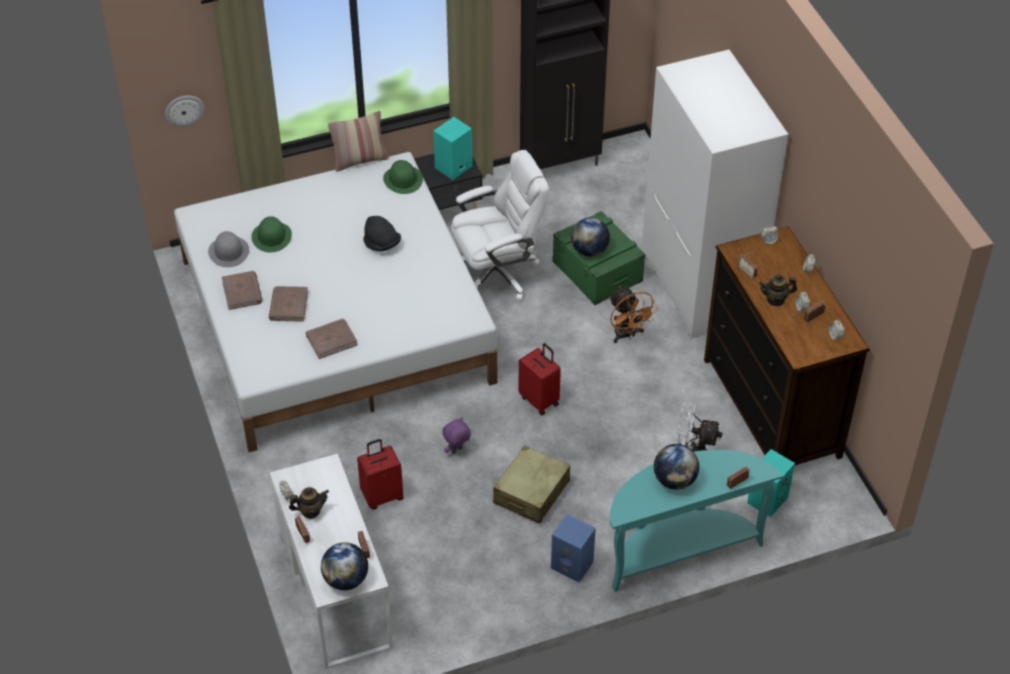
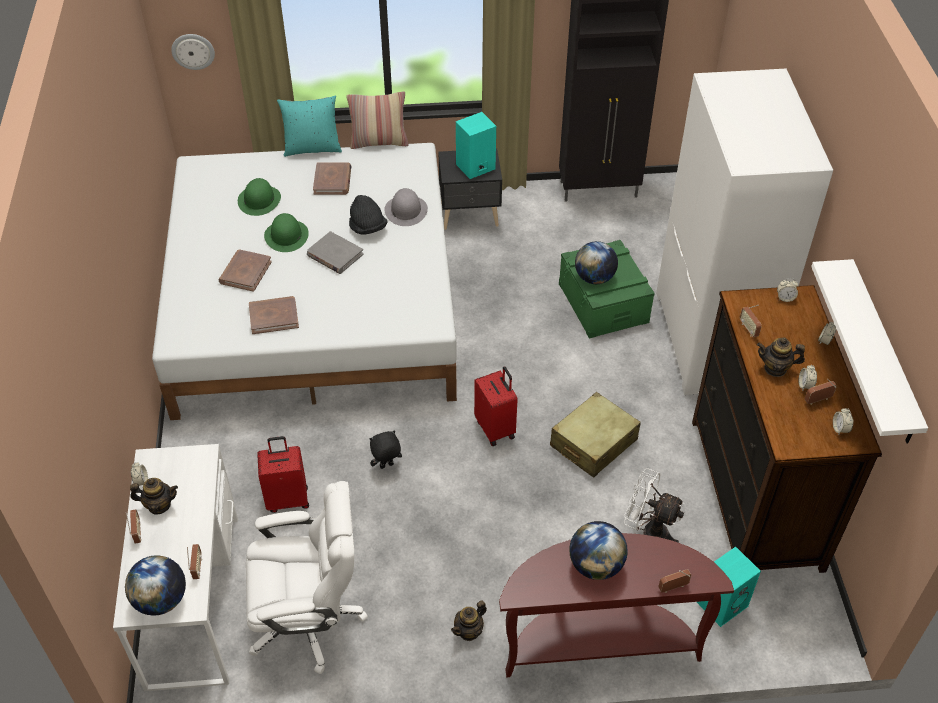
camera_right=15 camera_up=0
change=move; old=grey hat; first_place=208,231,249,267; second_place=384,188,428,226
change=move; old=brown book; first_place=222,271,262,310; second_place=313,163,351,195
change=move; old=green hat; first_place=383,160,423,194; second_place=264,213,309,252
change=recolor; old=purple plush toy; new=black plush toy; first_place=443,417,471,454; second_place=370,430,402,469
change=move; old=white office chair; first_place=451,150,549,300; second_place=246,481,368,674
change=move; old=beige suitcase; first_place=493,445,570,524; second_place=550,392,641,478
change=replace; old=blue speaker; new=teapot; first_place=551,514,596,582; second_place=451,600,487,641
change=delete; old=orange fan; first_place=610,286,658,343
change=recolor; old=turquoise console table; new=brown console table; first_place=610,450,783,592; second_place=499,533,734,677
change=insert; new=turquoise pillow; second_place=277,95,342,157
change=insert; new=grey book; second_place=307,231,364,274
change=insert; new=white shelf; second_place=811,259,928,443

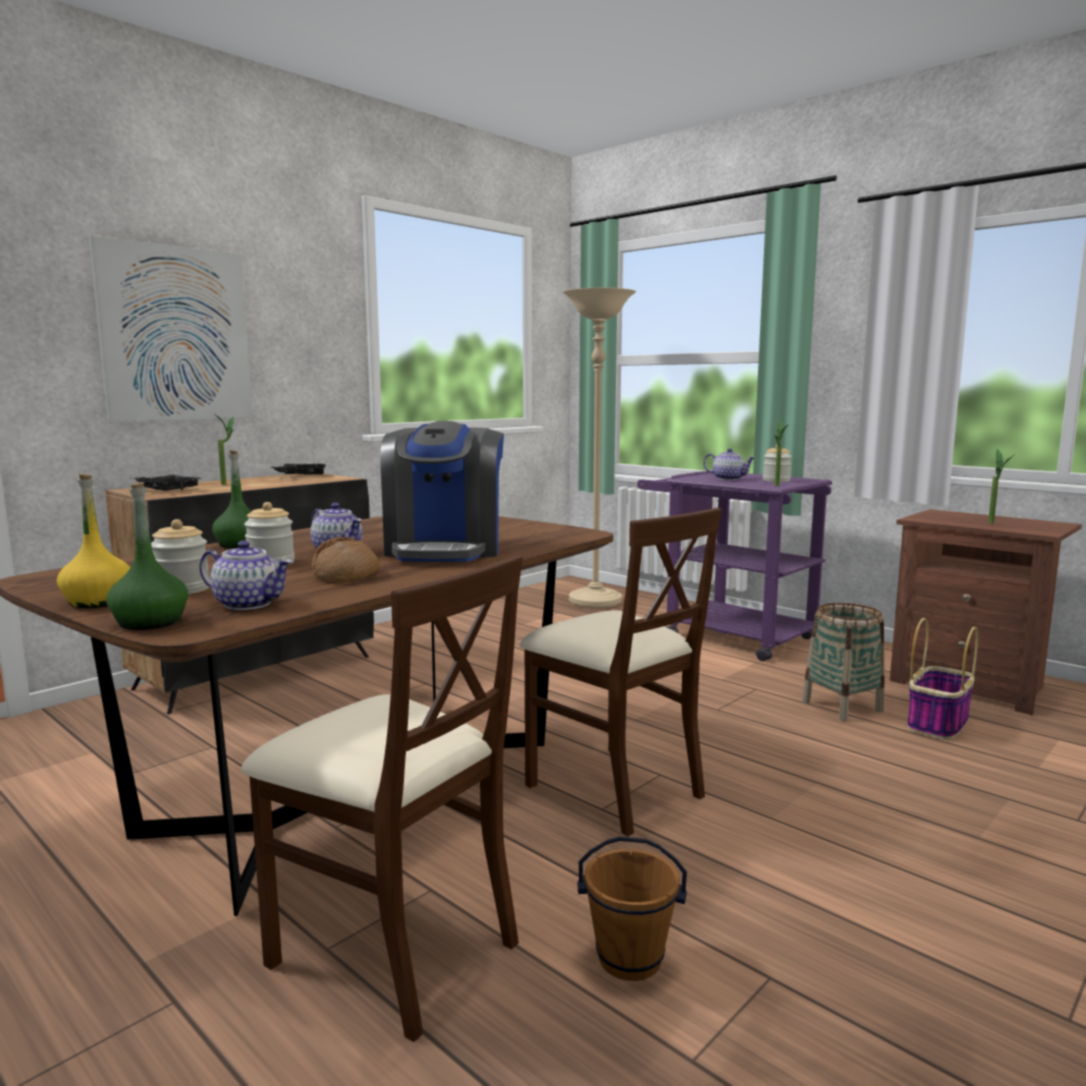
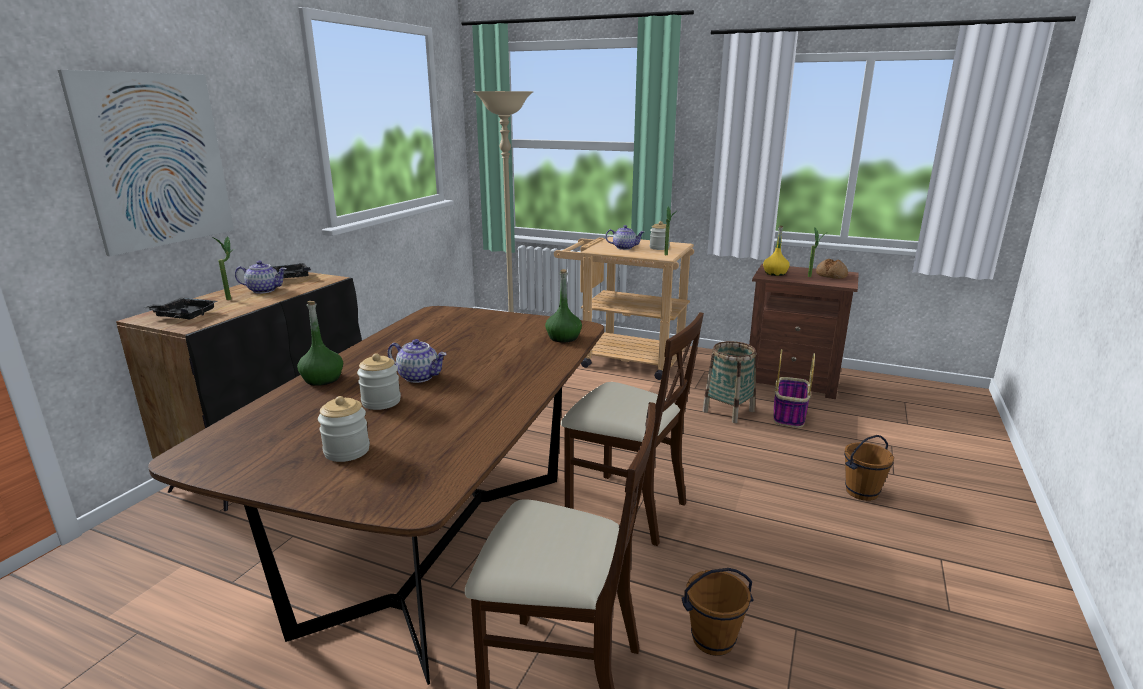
camera_right=-20 camera_up=10
change=move; old=yellow bottle; first_place=57,474,130,608; second_place=763,225,790,276
change=move; old=green bottle; first_place=106,482,188,630; second_place=545,269,582,343
change=move; old=teapot; first_place=199,540,292,610; second_place=235,261,287,294
change=move; old=bread; first_place=312,537,380,582; second_place=816,259,848,279
change=delete; old=coffee machine; first_place=380,421,504,562
change=recolor; old=purple cart; new=beige cart; first_place=637,471,832,661; second_place=554,237,694,380
change=insert; new=brown bucket; second_place=844,435,894,501

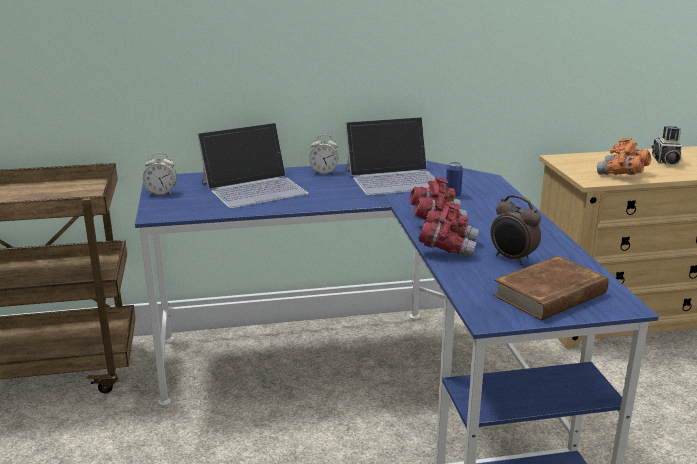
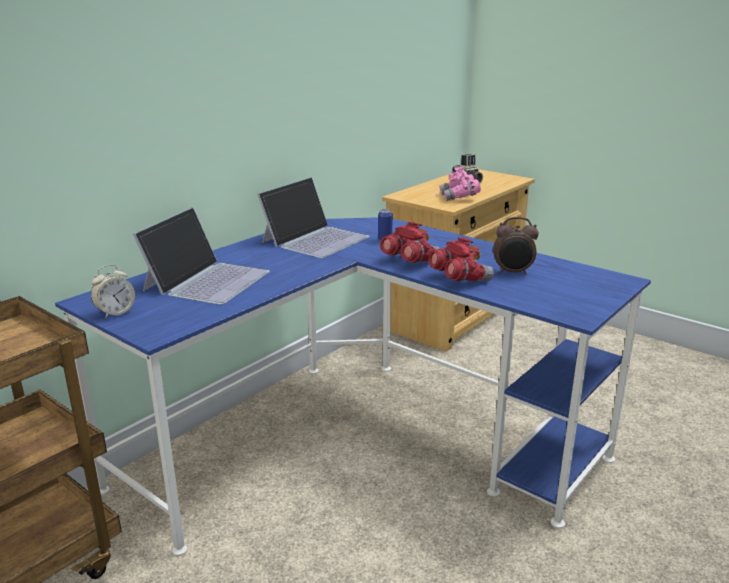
camera_right=-40 camera_up=0
change=delete; old=alarm clock; first_place=309,135,339,174
change=delete; old=brown book; first_place=493,256,609,321
change=recolor; old=orange binoculars; new=pink binoculars; first_place=597,138,651,175; second_place=439,167,481,201

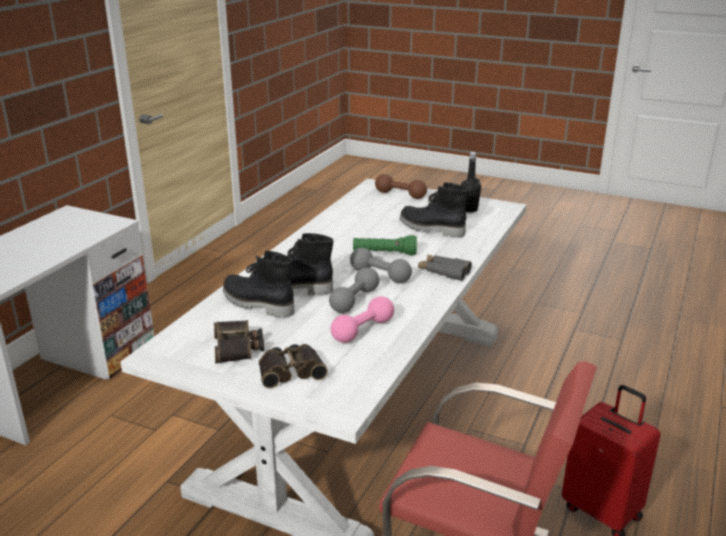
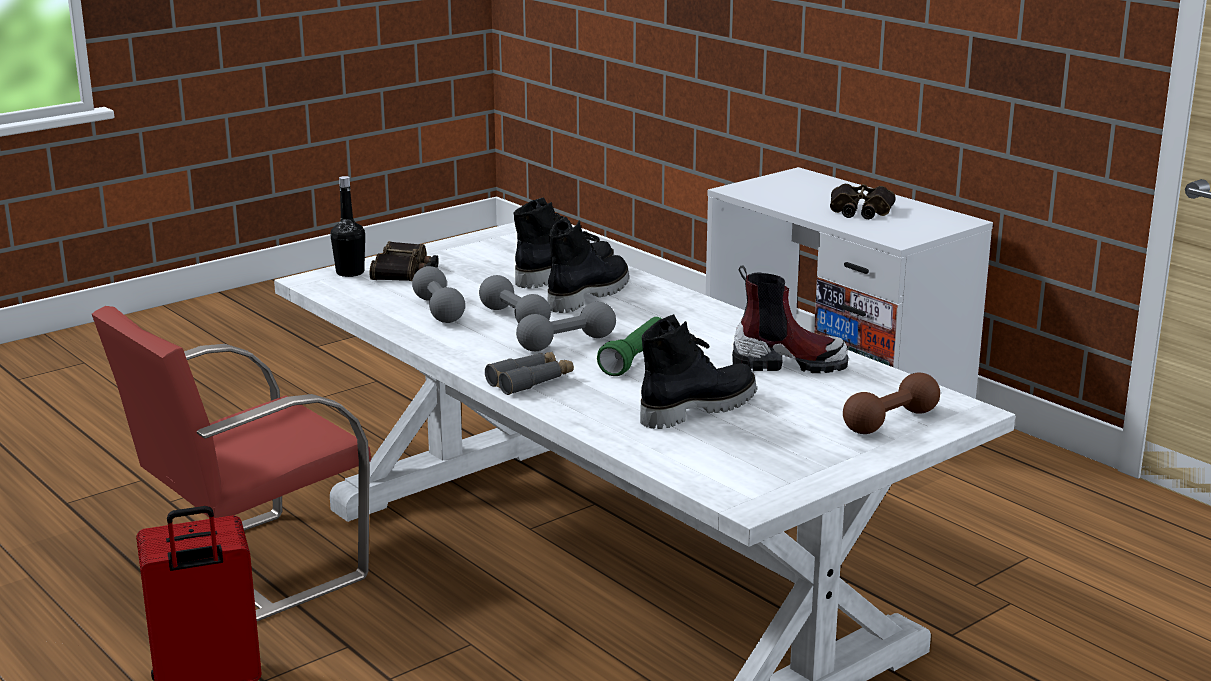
camera_right=115 camera_up=-5
change=move; old=binoculars; first_place=214,320,264,363; second_place=830,184,896,219
change=recolor; old=pink dumbbell; new=grey dumbbell; first_place=331,296,394,343; second_place=412,266,465,323
change=move; old=black bottle; first_place=461,152,481,213; second_place=331,176,365,277
change=insert; new=boot; second_place=732,266,849,373

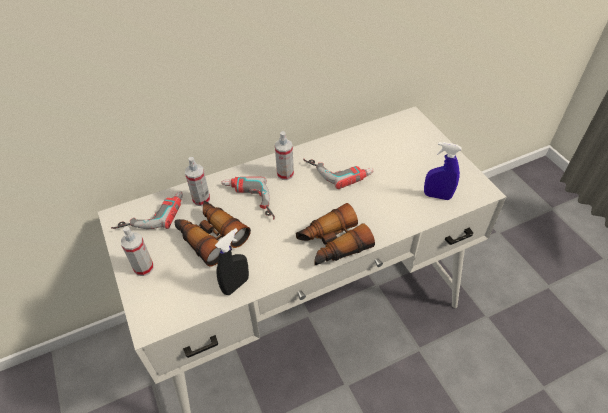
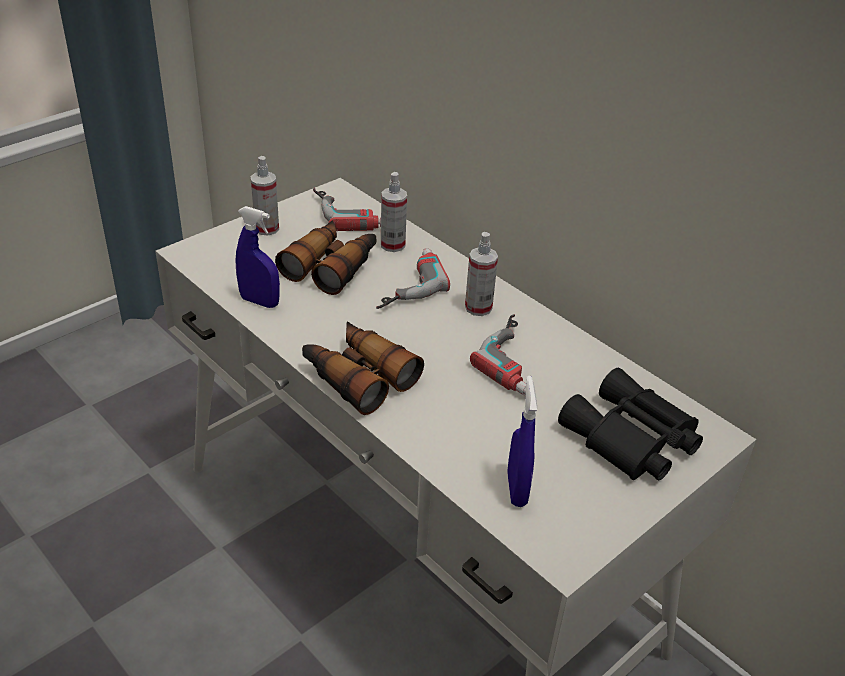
camera_right=70 camera_up=-10
change=recolor; old=black spray bottle; new=blue spray bottle; first_place=215,228,249,295; second_place=235,206,280,308
change=insert; new=black binoculars; second_place=558,368,703,480

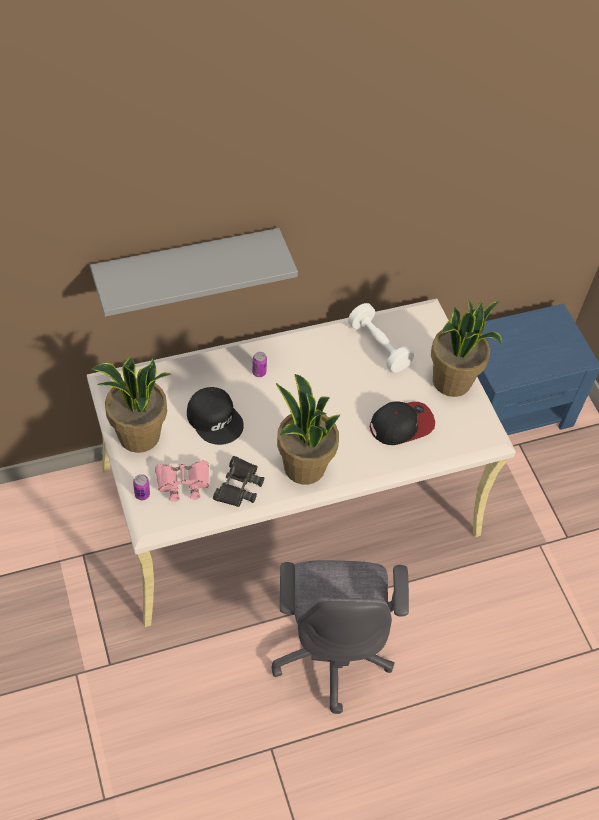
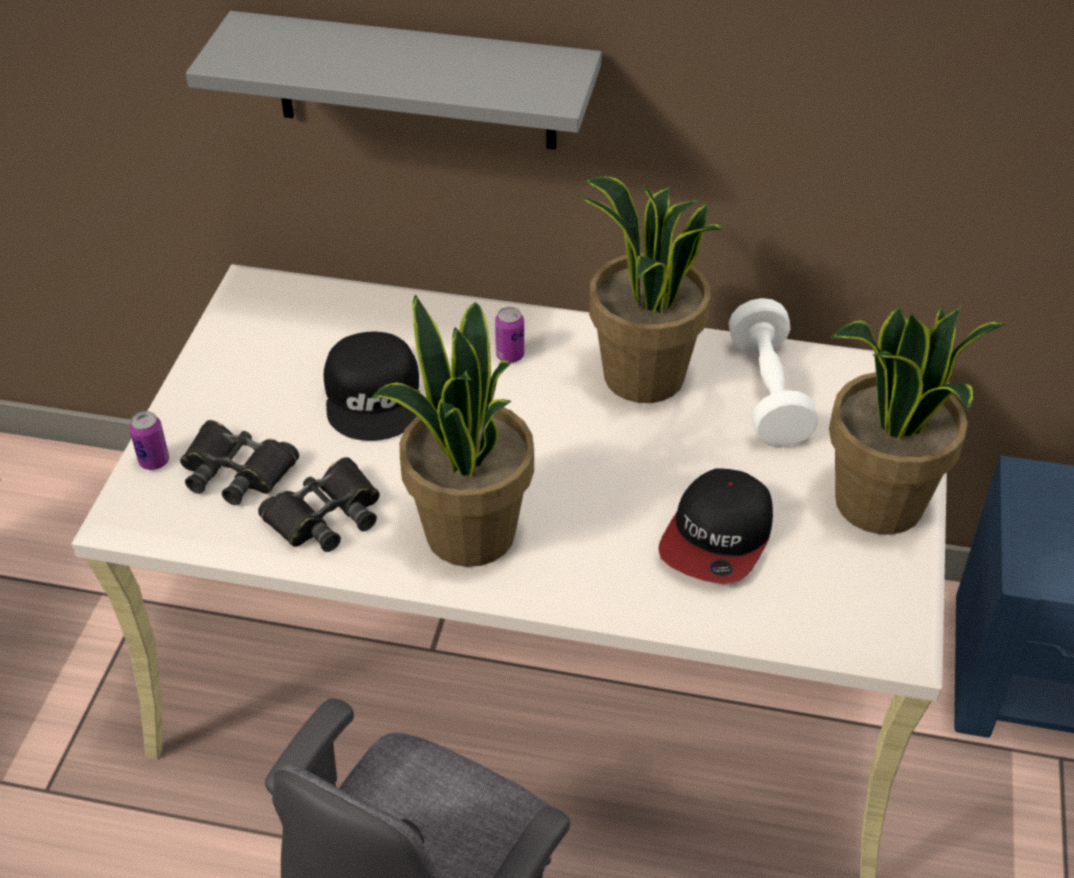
camera_right=35 camera_up=-10
change=move; old=potted plant; first_place=91,356,171,453; second_place=577,177,724,403
change=recolor; old=pink binoculars; new=black binoculars; first_place=155,460,209,502; second_place=180,420,299,505
change=rotate; old=cap; first_place=370,401,435,445; second_place=658,468,773,584; degrees=105

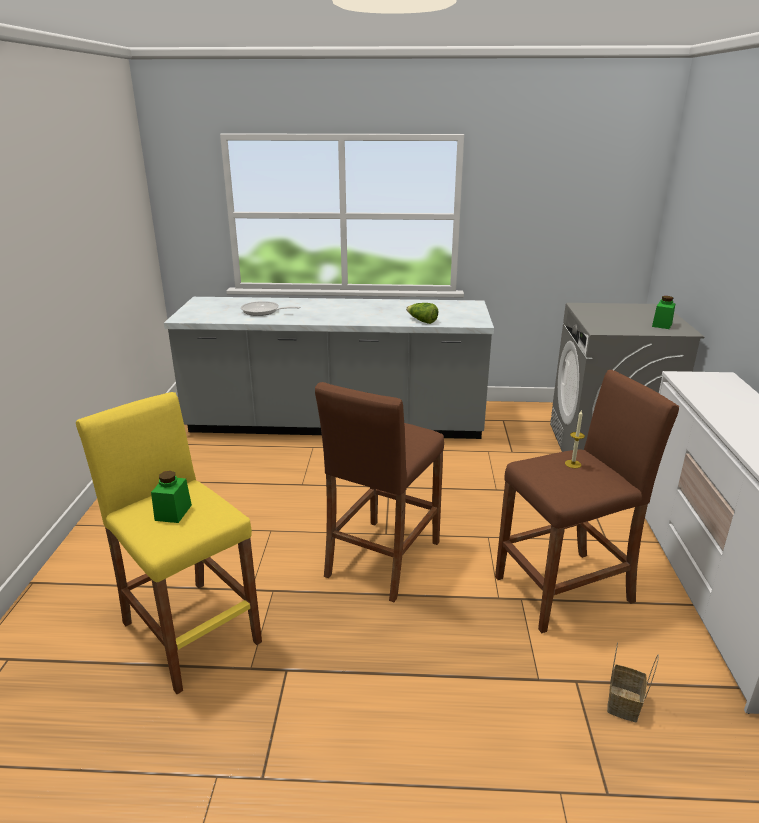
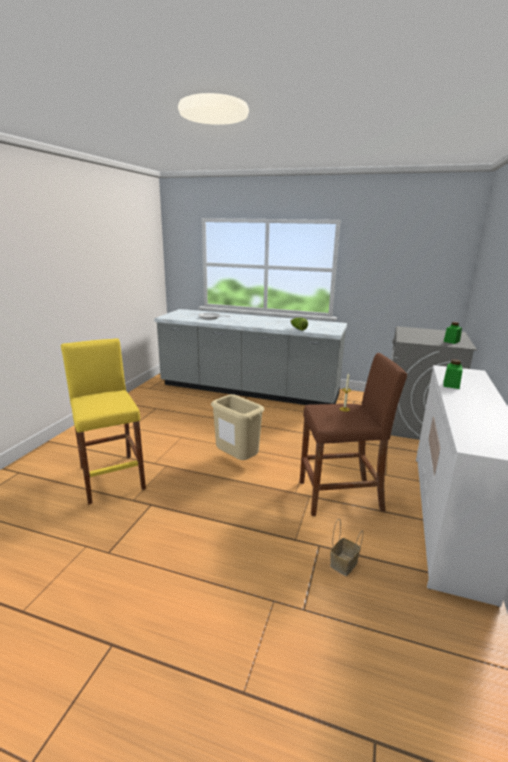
camera_right=15 camera_up=-5
change=move; old=green jar; first_place=151,471,192,523; second_place=443,359,463,389
change=replace; old=brown stool; new=beige trash can; first_place=315,382,444,602; second_place=211,394,264,460

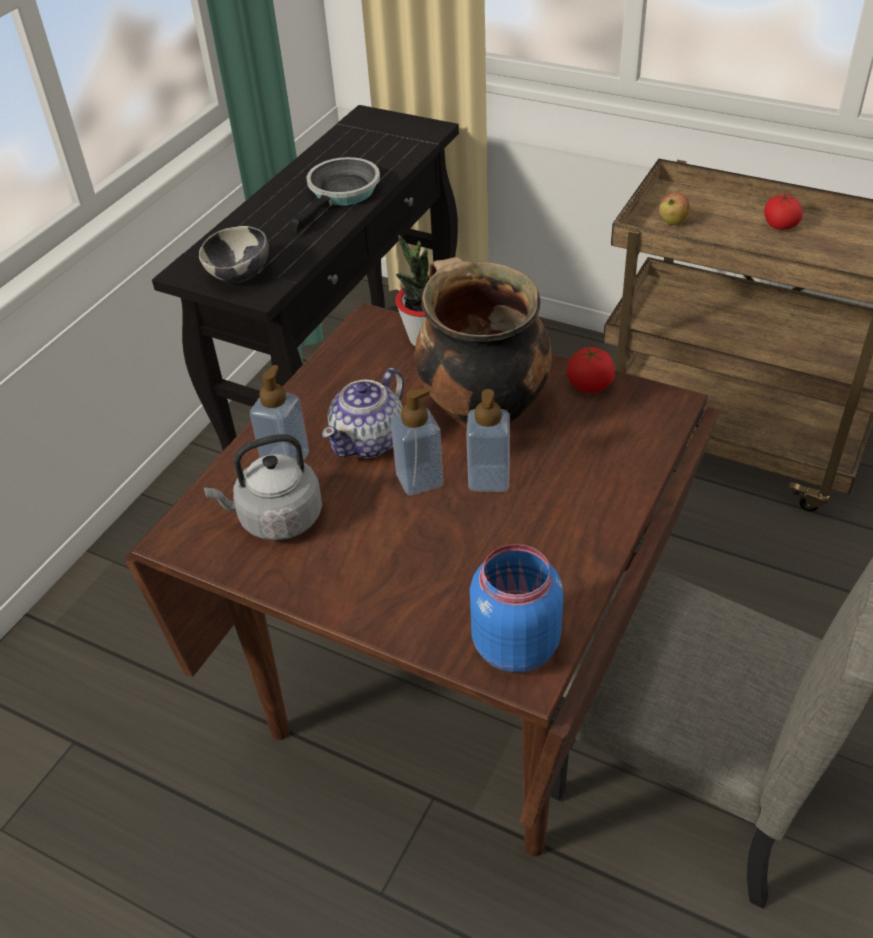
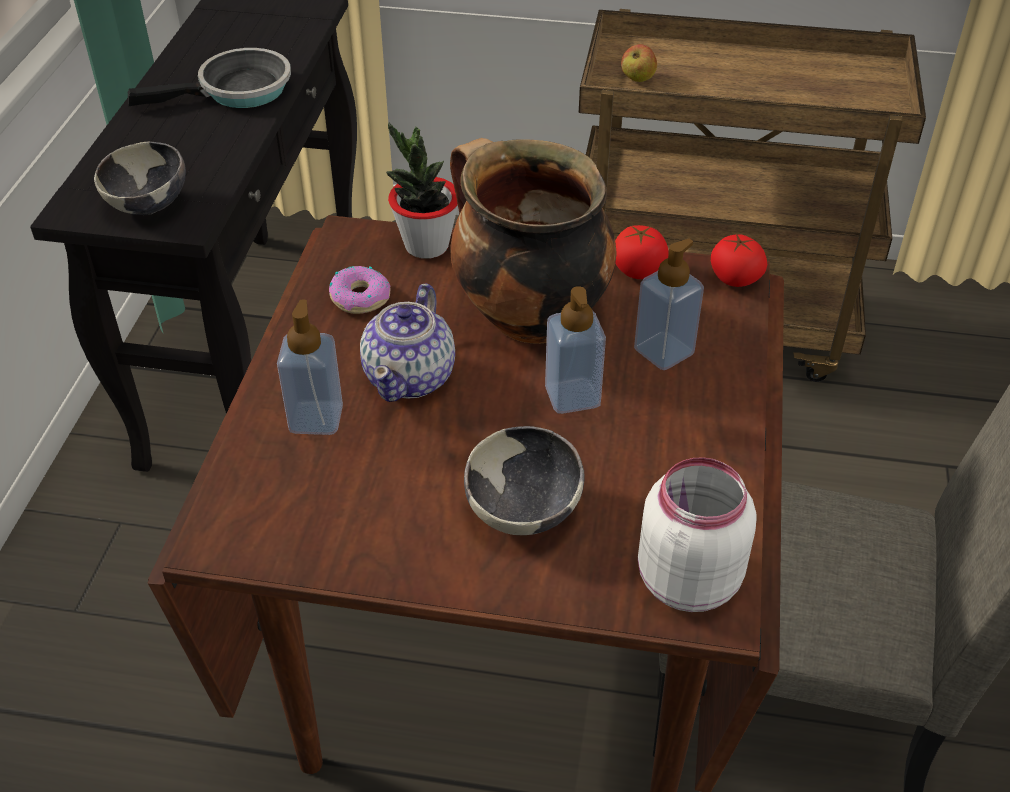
camera_right=-20 camera_up=0
change=delete; old=grey kettle; first_place=204,434,322,541
change=rotate; old=frying pan; first_place=292,157,380,233; second_place=128,48,291,108; degrees=60
change=move; old=soap dispenser; first_place=391,388,443,496; second_place=634,239,704,370
change=recolor; old=blue jar; new=white jar; first_place=470,544,564,673; second_place=638,457,757,612
change=move; old=tomato; first_place=764,194,803,230; second_place=711,233,767,287
change=insert; new=donut; second_place=329,266,391,314
change=insert; new=bowl; second_place=464,426,584,535

